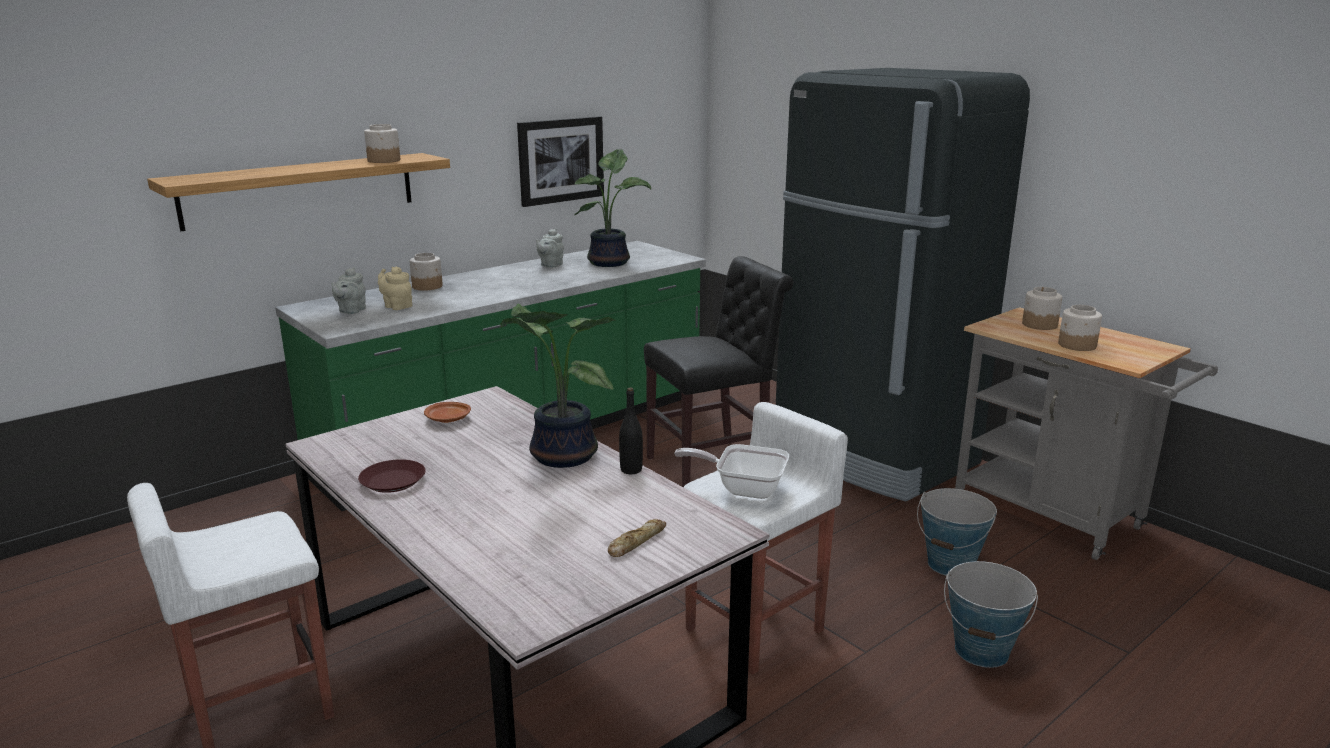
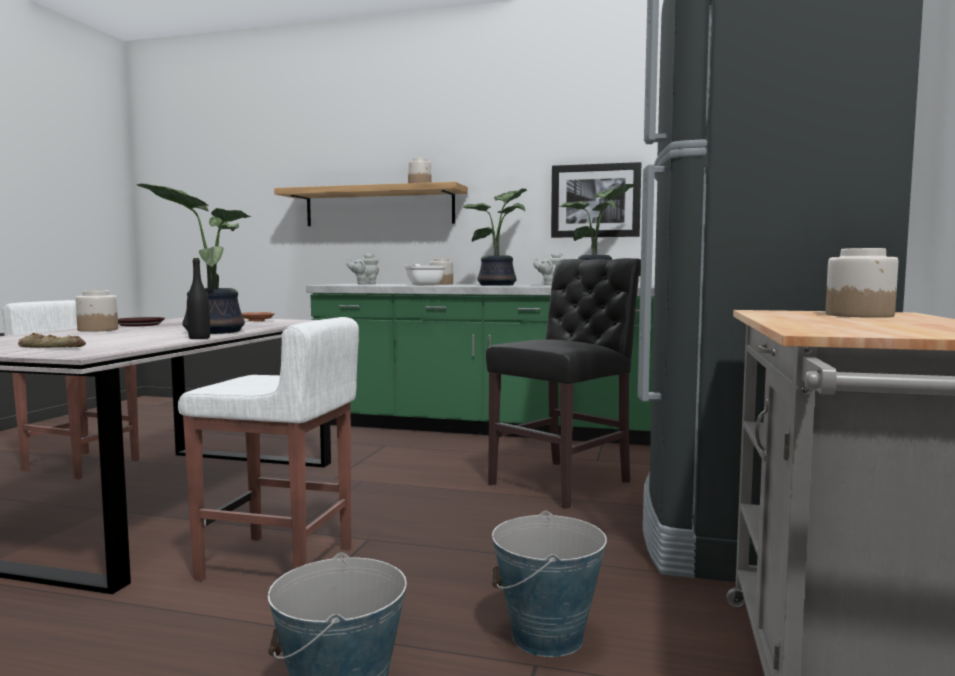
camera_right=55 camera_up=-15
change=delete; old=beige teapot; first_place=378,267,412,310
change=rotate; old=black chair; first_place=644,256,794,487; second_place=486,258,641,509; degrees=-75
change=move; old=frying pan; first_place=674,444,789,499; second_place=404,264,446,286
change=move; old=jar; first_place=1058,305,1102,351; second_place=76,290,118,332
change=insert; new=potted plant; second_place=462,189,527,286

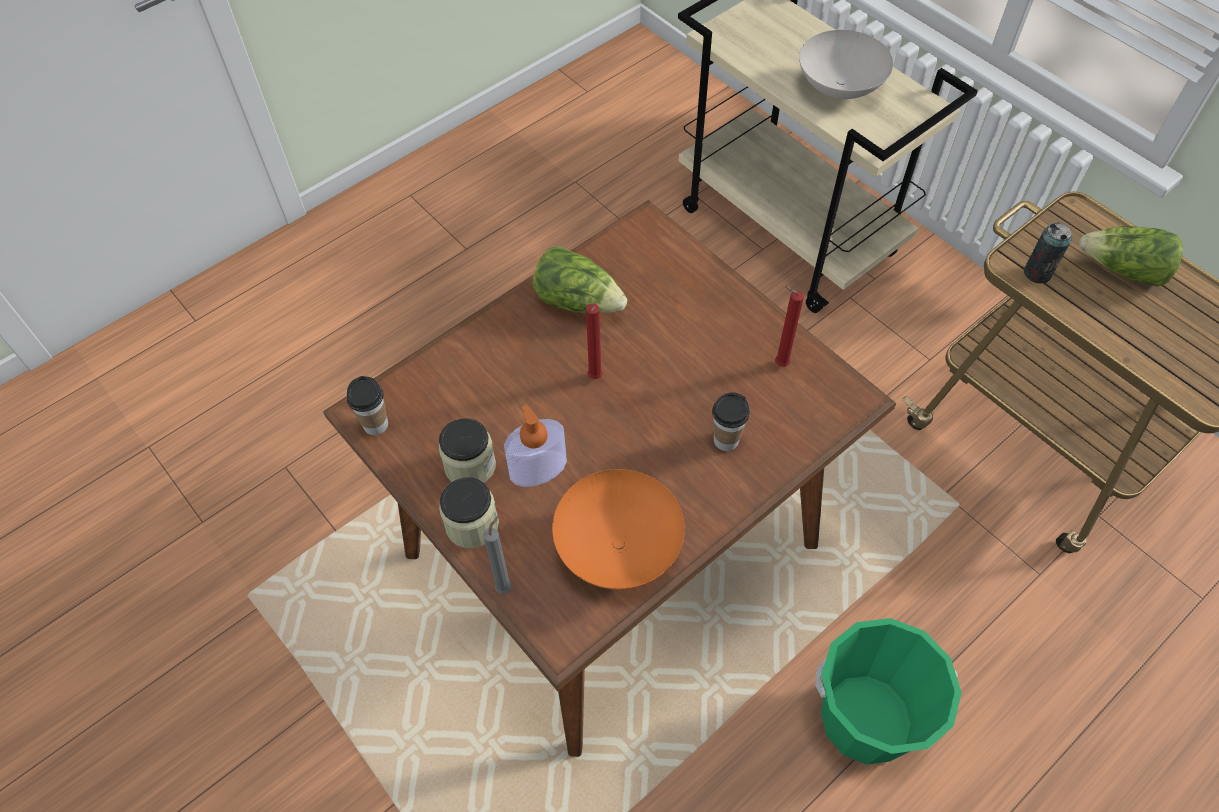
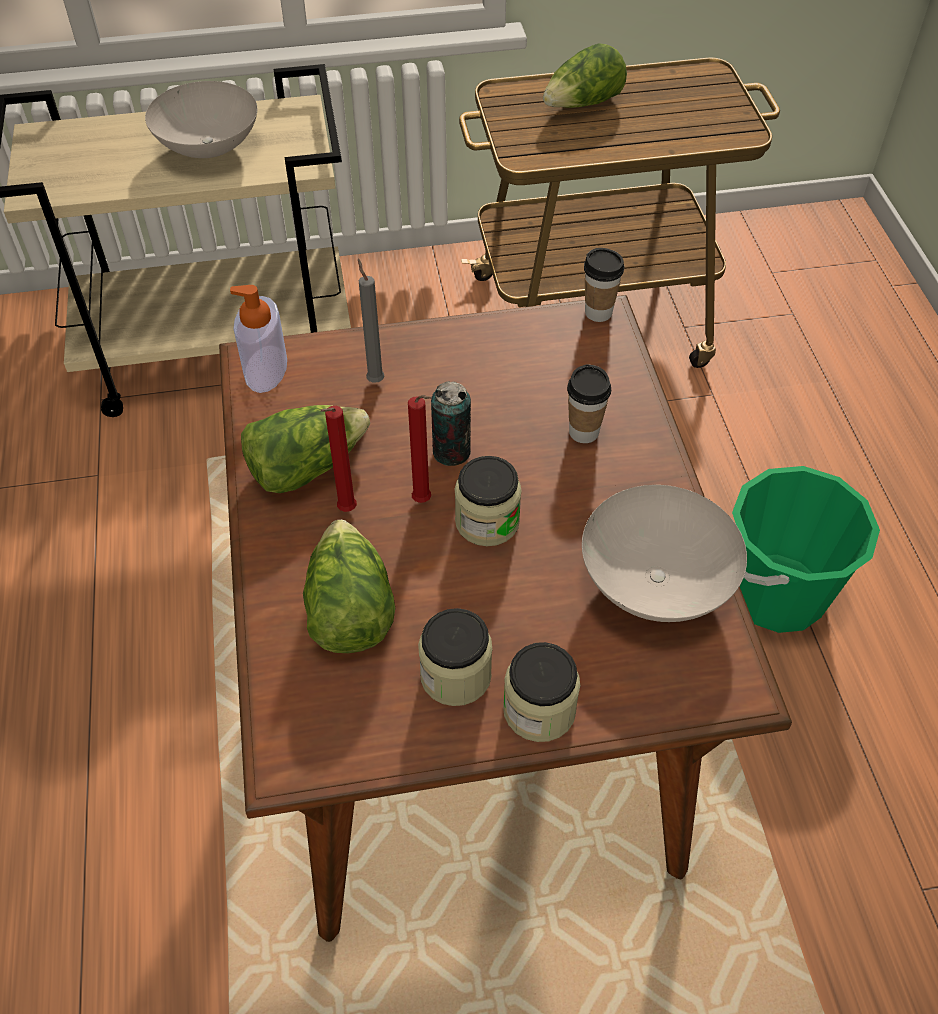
camera_right=-60 camera_up=-5
change=move; old=cup; first_place=347,376,388,435; second_place=584,248,624,322
change=move; old=grey candle; first_place=483,515,512,594; second_place=358,258,384,383
change=move; old=soap dispenser; first_place=504,405,567,487; second_place=230,285,287,393
change=recolor; old=orange bowl; new=white bowl; first_place=552,469,685,590; second_place=582,485,747,622
change=move; old=red candle; first_place=775,286,804,367; second_place=321,406,357,512
change=move; old=can; first_place=1024,223,1072,284; second_place=431,381,471,466
change=insert; new=lettuce; second_place=303,520,395,653
change=insert; new=jar; second_place=455,456,522,546

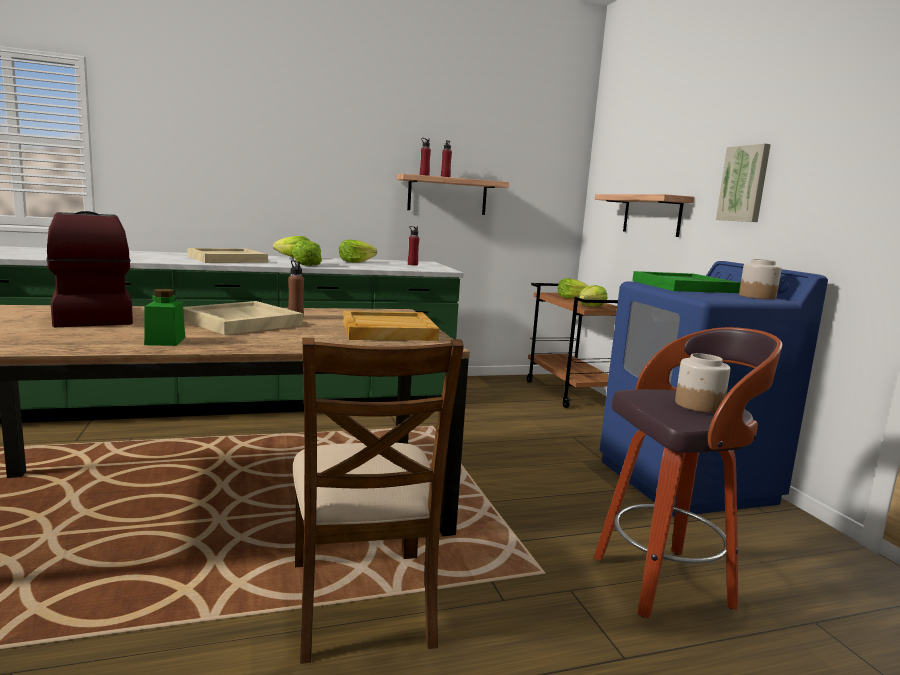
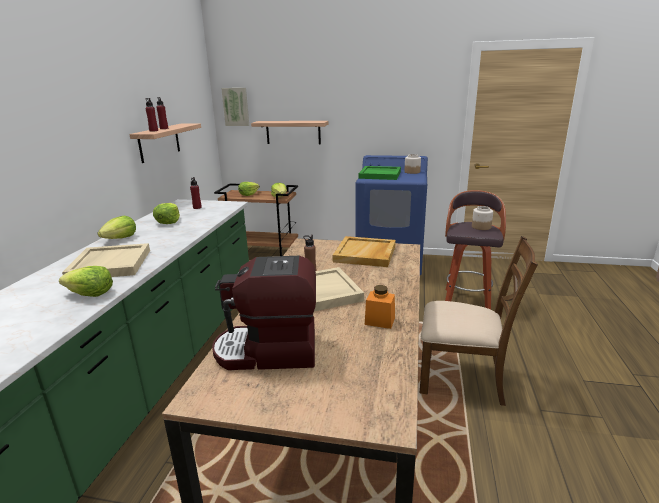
camera_right=-60 camera_up=10
change=recolor; old=green jar; new=orange jar; first_place=144,289,185,346; second_place=365,285,395,329
change=move; old=lettuce; first_place=292,241,322,266; second_place=59,266,113,297
change=move; old=picture; first_place=716,144,771,222; second_place=221,88,249,126

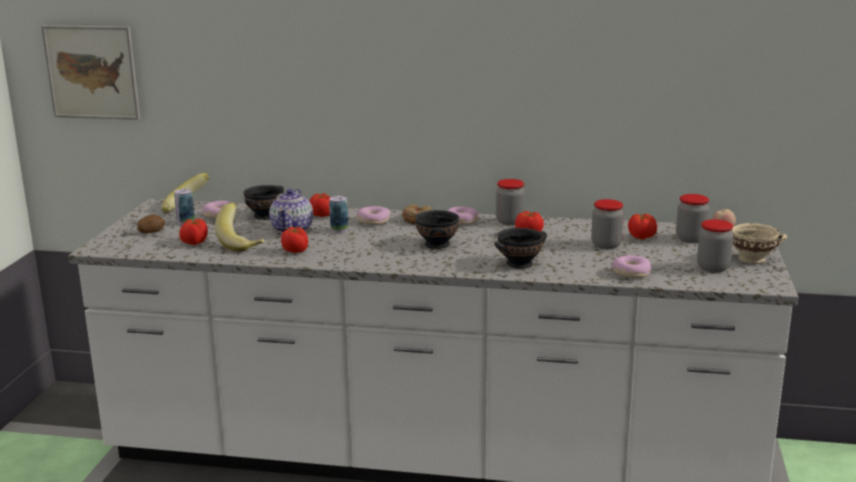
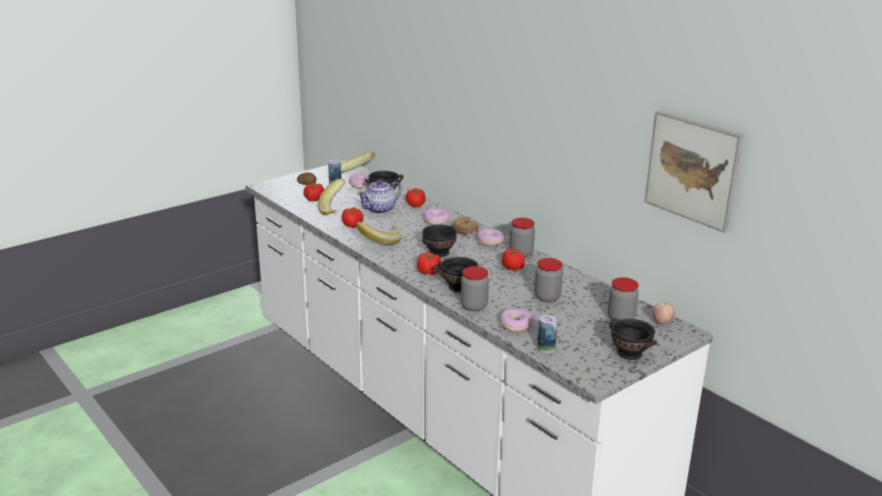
camera_right=40 camera_up=5
change=move; old=picture; first_place=41,25,140,120; second_place=645,110,743,233
change=move; old=can; first_place=329,196,348,234; second_place=537,315,557,354
change=move; old=tomato; first_place=628,213,657,240; second_place=417,252,441,275
change=move; old=jar; first_place=697,219,733,273; second_place=461,266,489,311
change=recolor; old=beige bowl; new=black bowl; first_place=732,223,787,264; second_place=609,319,657,360
change=insert; new=banana; second_place=356,222,402,245

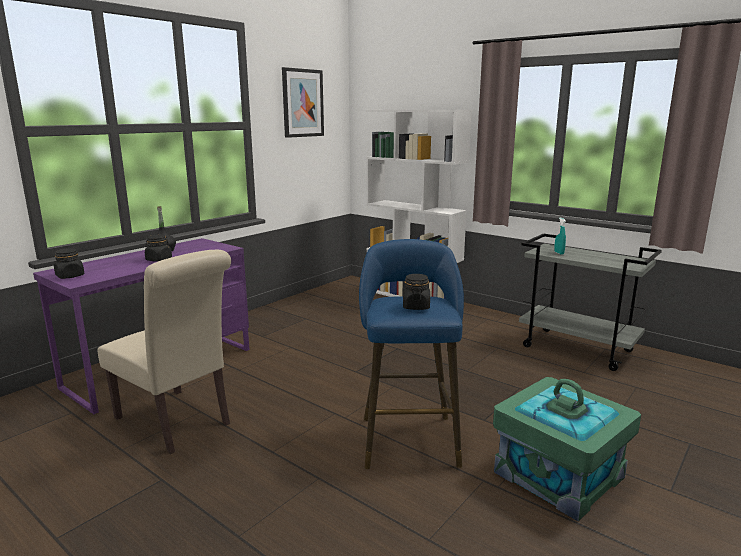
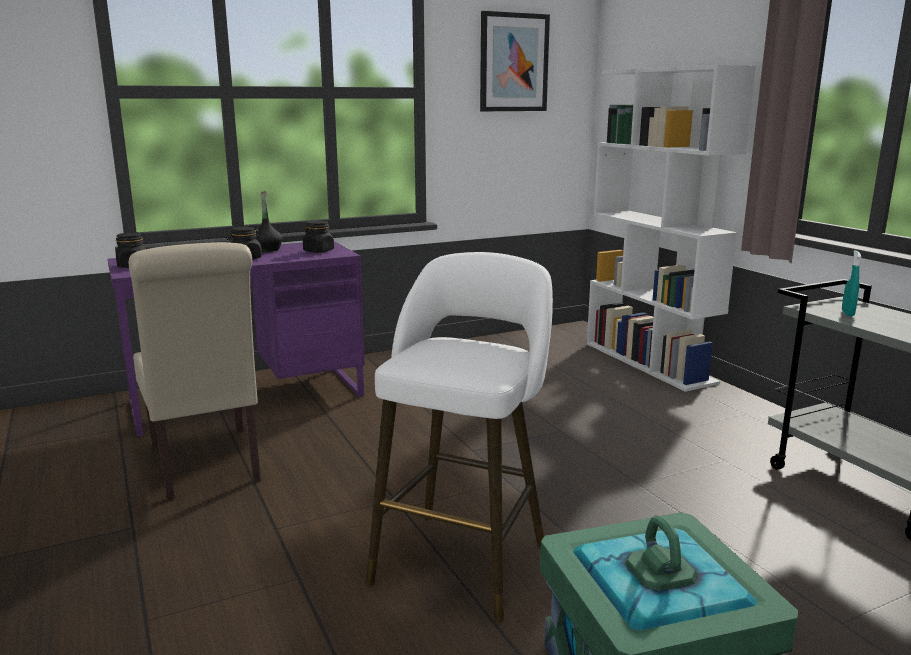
camera_right=25 camera_up=0
change=recolor; old=blue stool; new=white stool; first_place=359,239,464,469; second_place=366,252,553,622
change=move; old=black jar; first_place=403,274,430,310; second_place=303,220,334,253

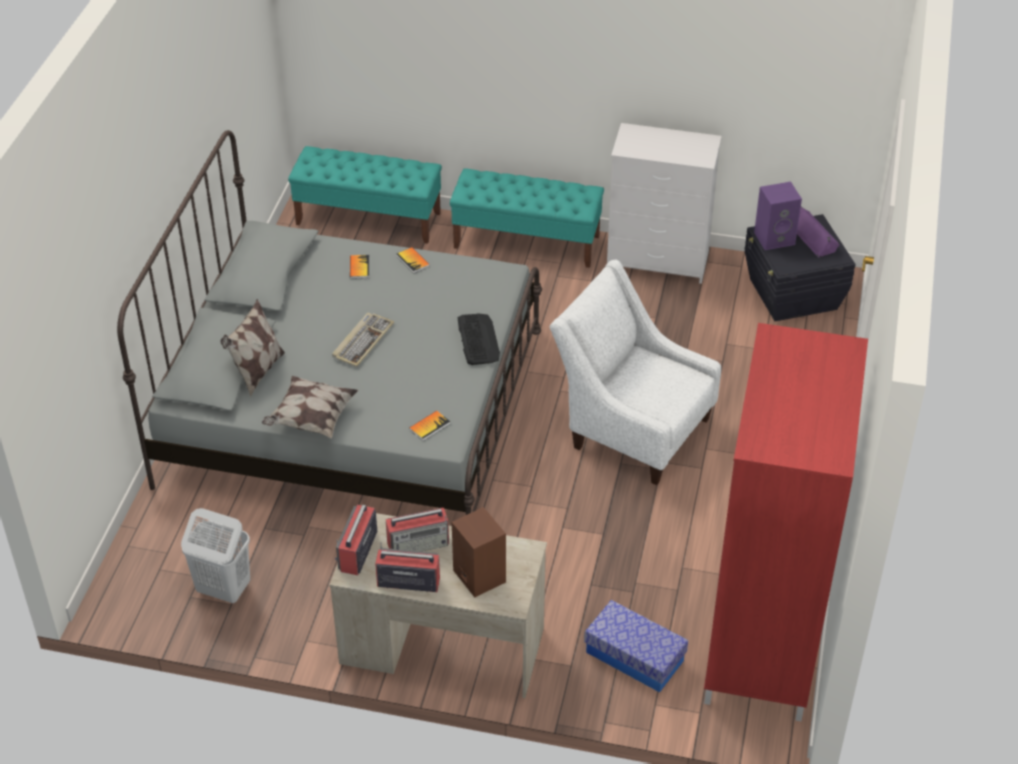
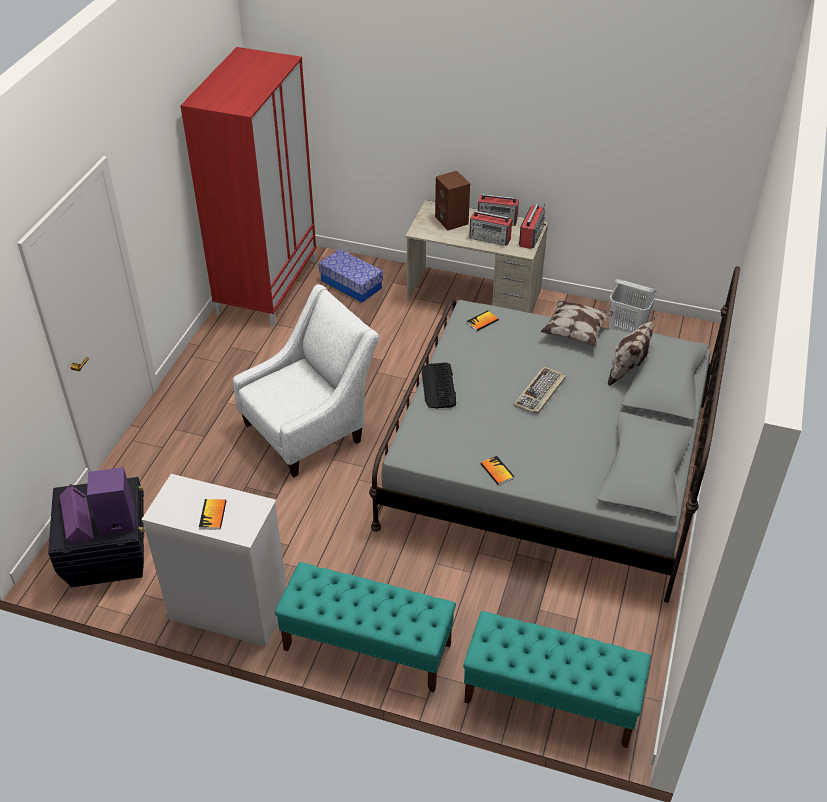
camera_right=-175 camera_up=0
change=move; old=book; first_place=350,255,370,279; second_place=199,499,226,530
change=rotate; old=radio; first_place=386,508,449,551; second_place=469,211,512,246; degrees=-150
change=rotate; old=white armchair; first_place=549,259,721,485; second_place=233,284,380,477; degrees=-75

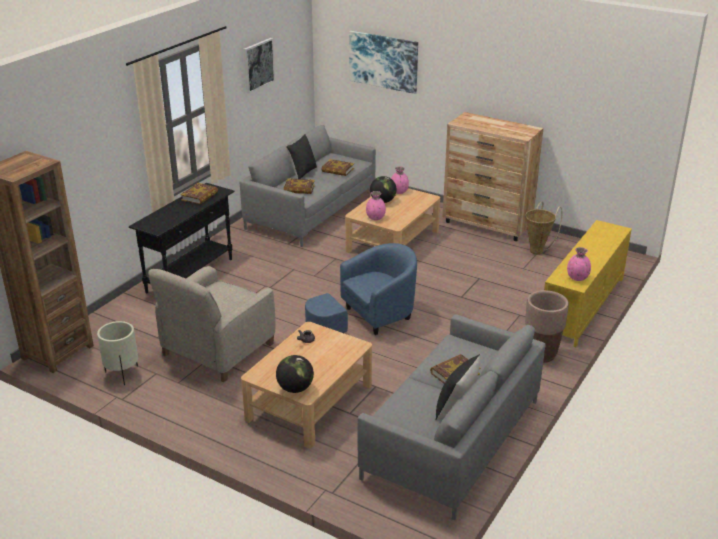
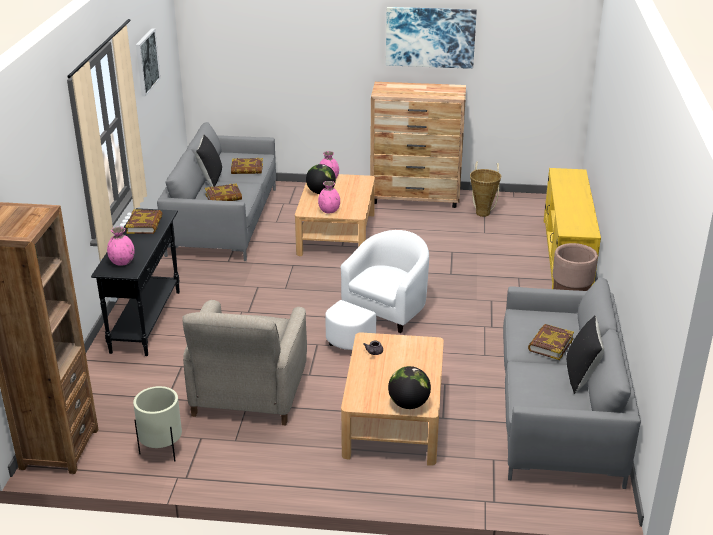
camera_right=-25 camera_up=0
change=recolor; old=blue armchair; new=white armchair; first_place=305,243,417,335; second_place=325,230,429,350
change=move; old=picture; first_place=349,31,418,94; second_place=386,7,477,69
change=move; old=pink vase; first_place=567,247,591,281; second_place=107,227,135,266

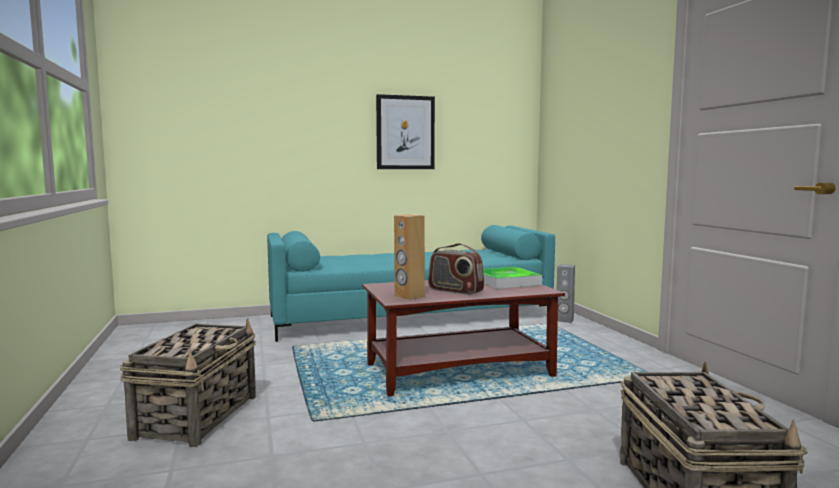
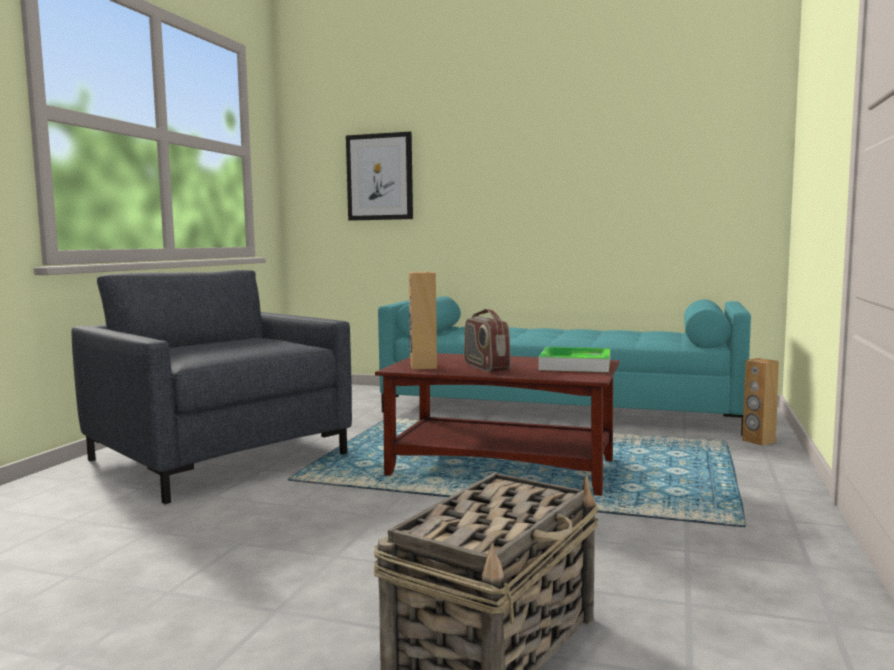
camera_right=35 camera_up=0
change=replace; old=basket; new=grey armchair; first_place=120,318,256,447; second_place=71,270,352,504
change=move; old=picture; first_place=376,94,435,169; second_place=346,132,413,221
change=recolor; old=grey speaker; new=brown speaker; first_place=556,264,575,323; second_place=742,358,779,446

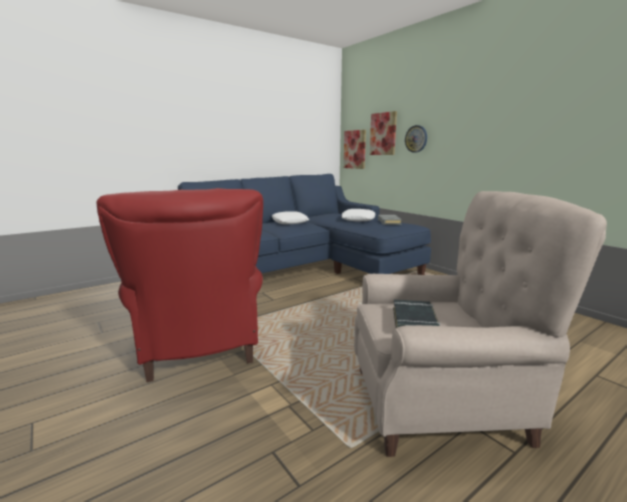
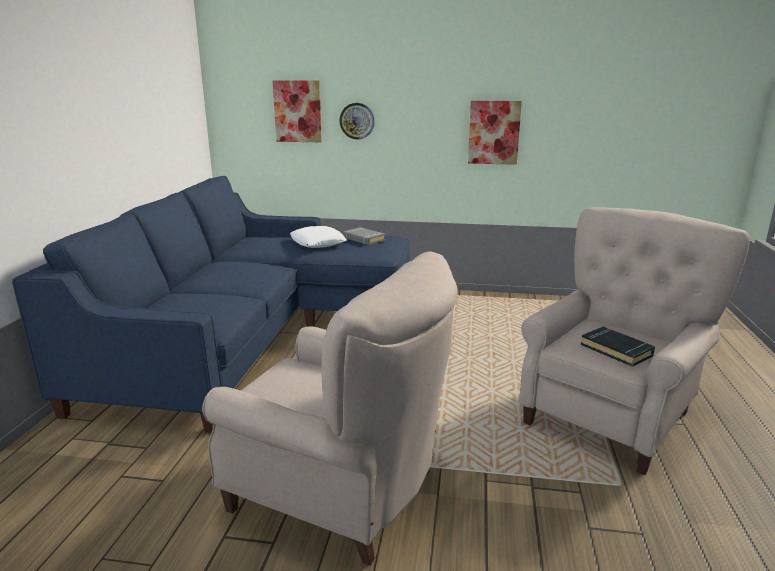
camera_right=-45 camera_up=5
change=recolor; old=red armchair; new=beige armchair; first_place=97,188,263,382; second_place=202,251,458,566
change=delete; old=white pillow; first_place=272,212,309,224
change=move; old=picture; first_place=344,130,366,169; second_place=468,100,522,165

